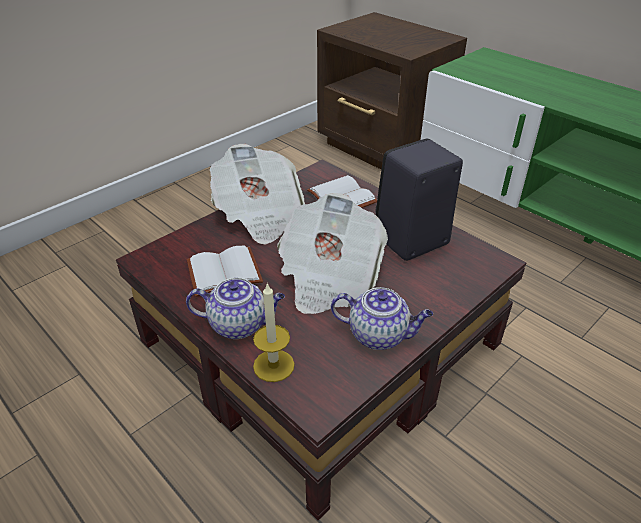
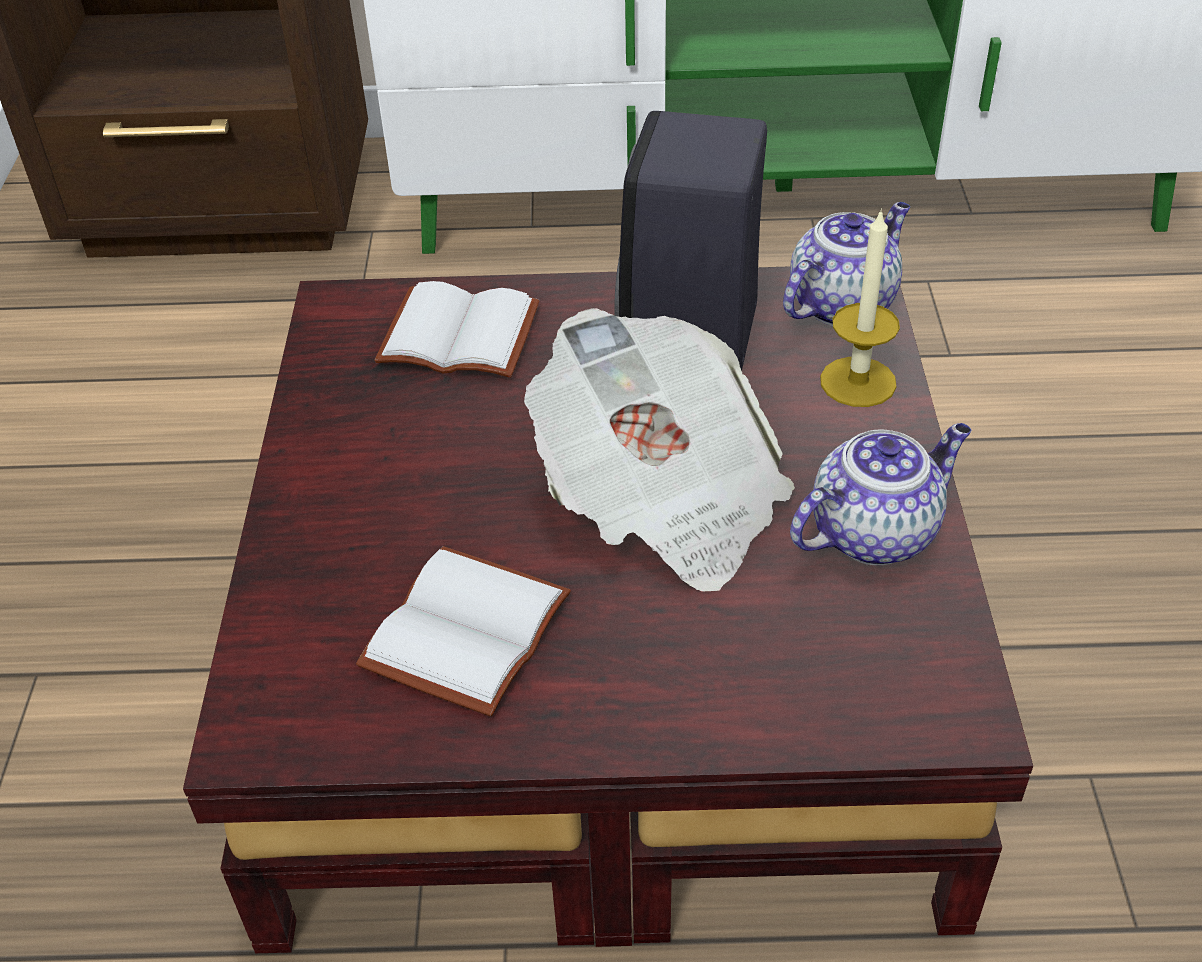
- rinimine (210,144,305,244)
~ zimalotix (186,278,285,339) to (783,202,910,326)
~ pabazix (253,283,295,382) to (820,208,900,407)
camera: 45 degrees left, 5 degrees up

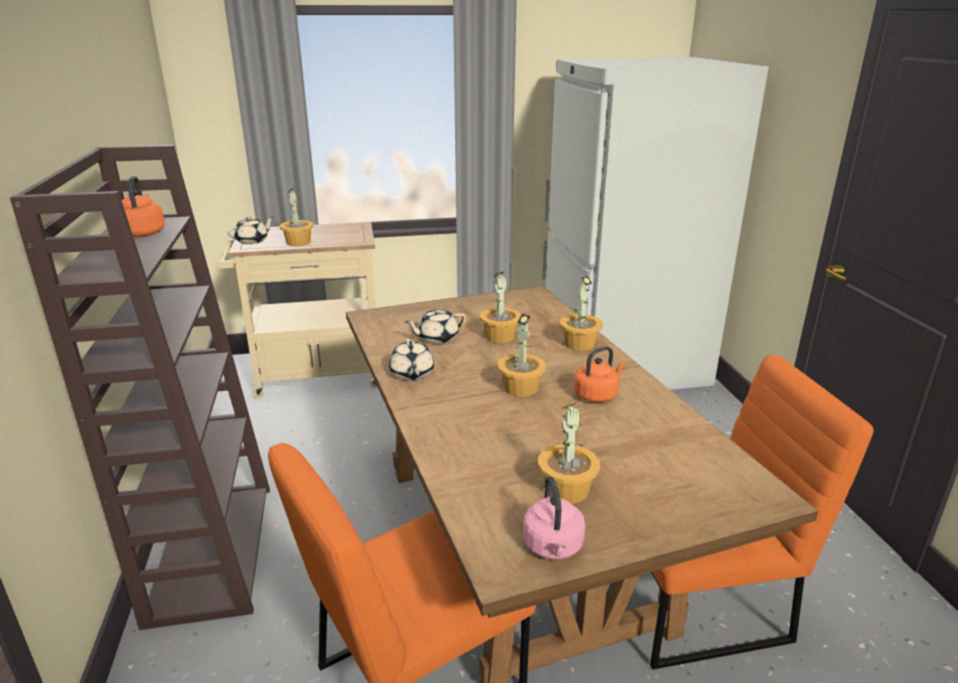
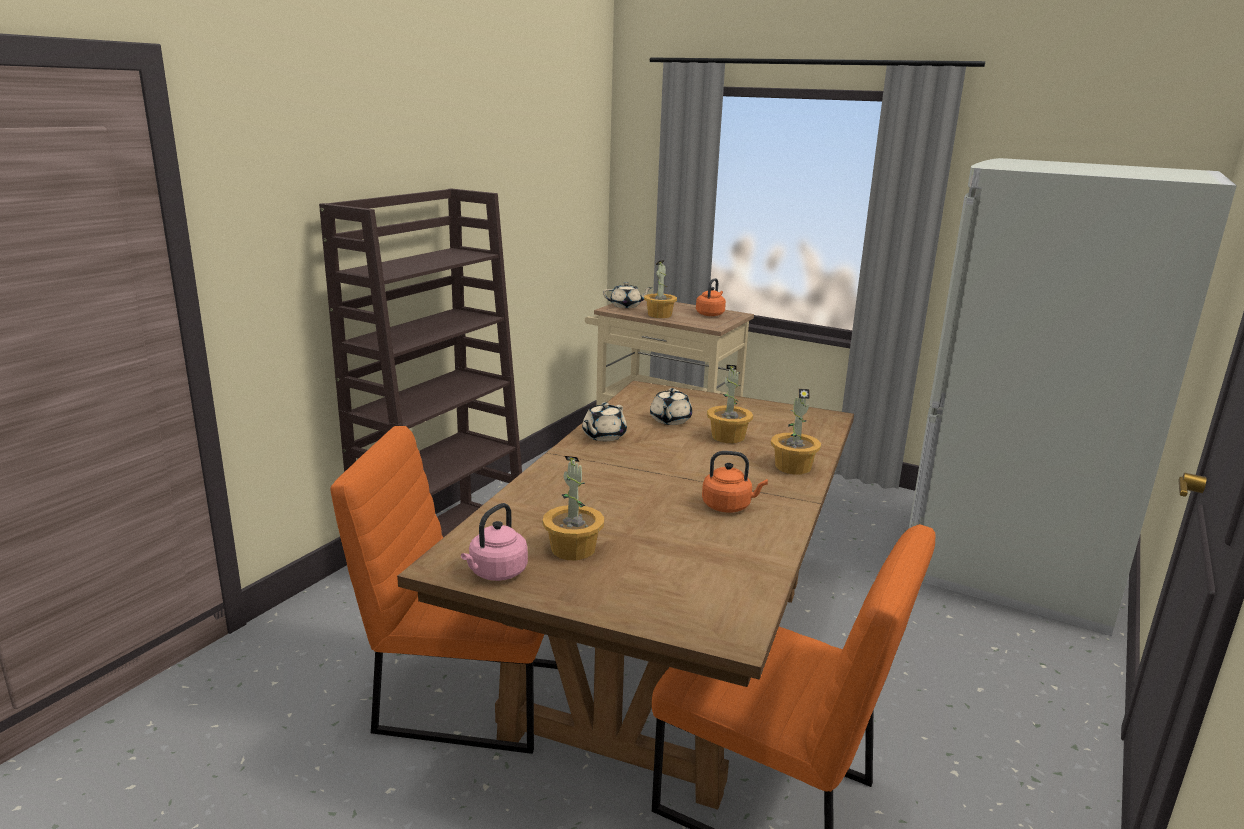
- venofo (497,313,546,397)
~ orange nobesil (122,176,165,237) to (696,278,726,316)
~ beige zimalotix (405,308,466,344) = (650,388,692,425) 90 degrees counterclockwise
camera: 40 degrees right, 5 degrees down

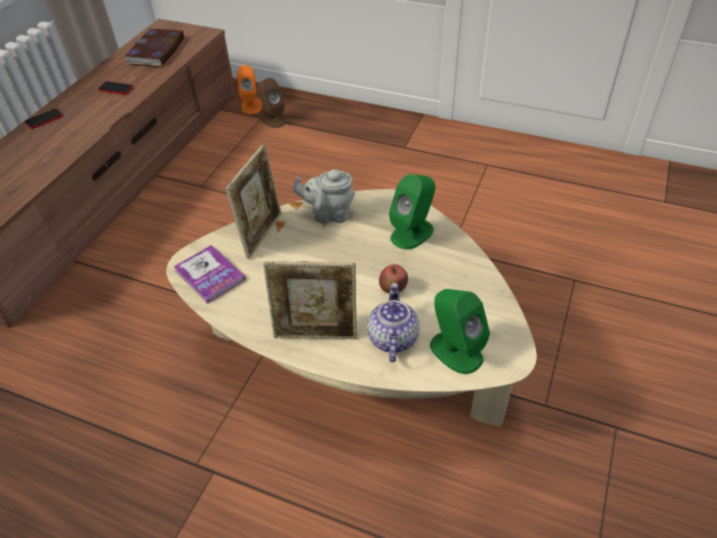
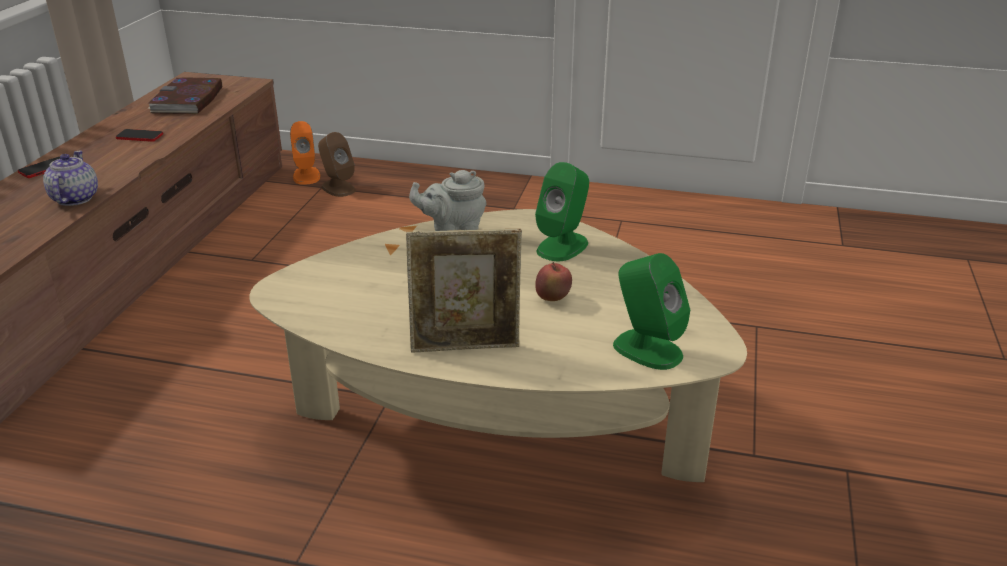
- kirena (174,245,246,304)
- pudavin (225,144,281,259)
~ zimalotix (367,283,420,362) to (43,151,98,206)
camera: 10 degrees left, 15 degrees down

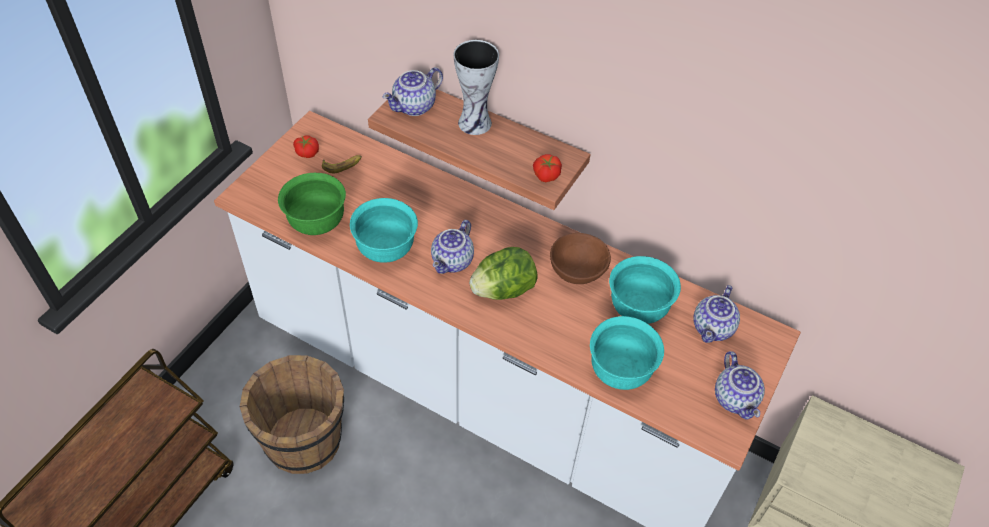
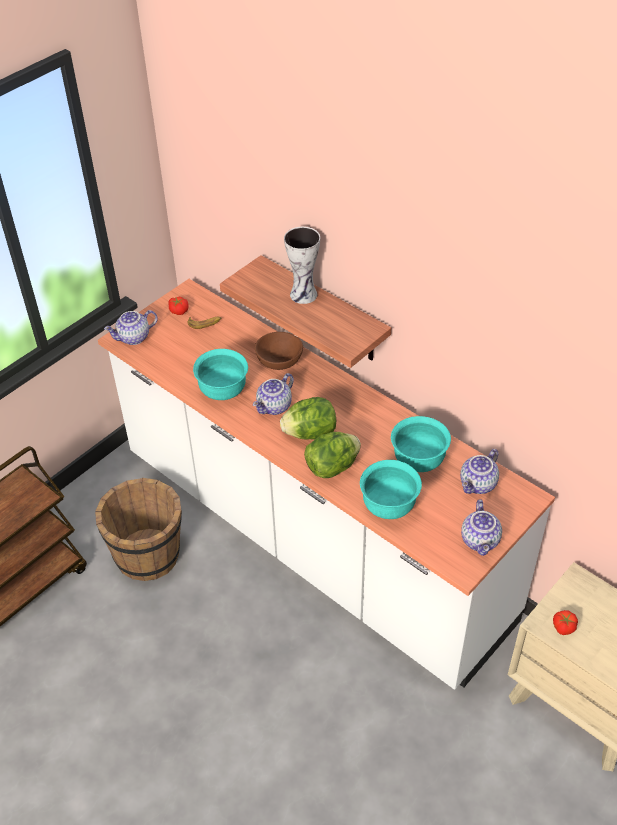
- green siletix (278,173,346,235)
+ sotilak (304,432,361,478)
~ zimalotix (382,67,443,116) to (104,310,158,345)
~ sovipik (533,154,562,182) to (553,610,578,635)
~ brown siletix (550,233,611,284) to (255,332,303,370)
camera: 15 degrees right, 5 degrees down

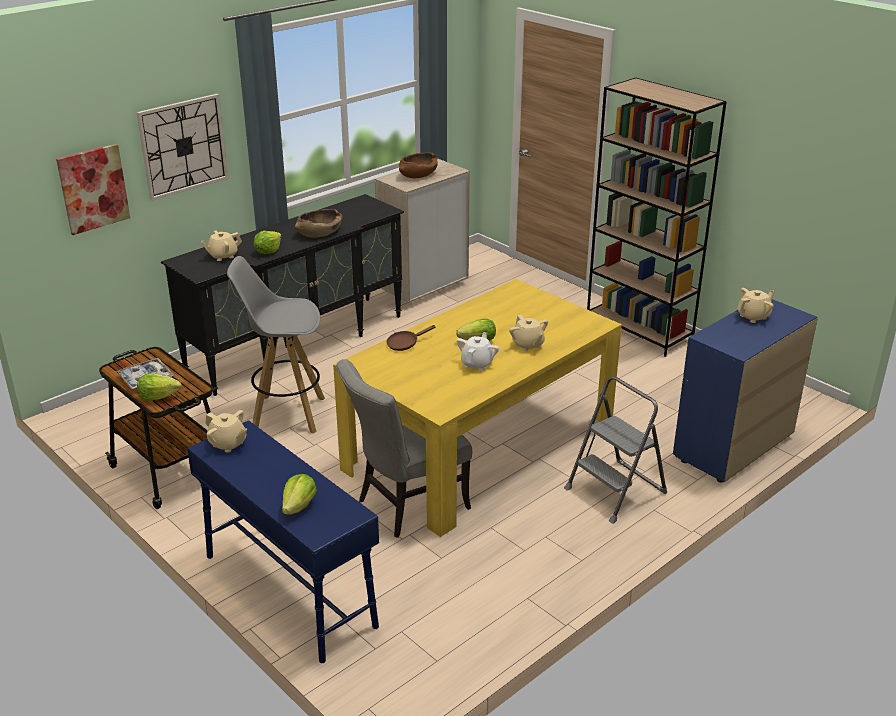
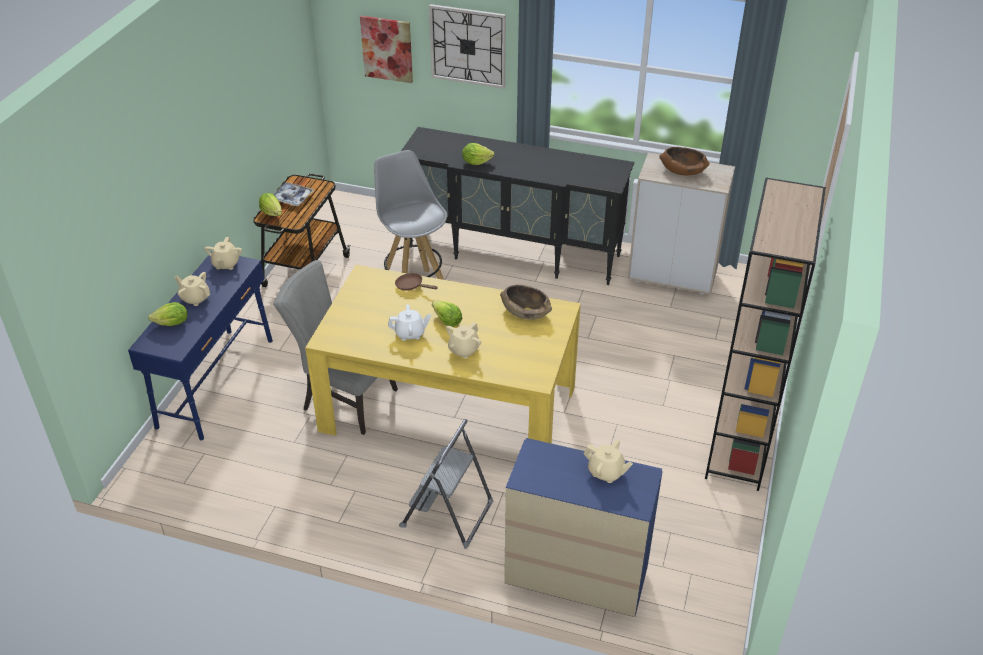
~ beige zimalotix (201,230,242,261) to (175,272,210,306)
~ brown siletix (295,209,342,238) to (500,285,552,320)
camera: 60 degrees right, 10 degrees up

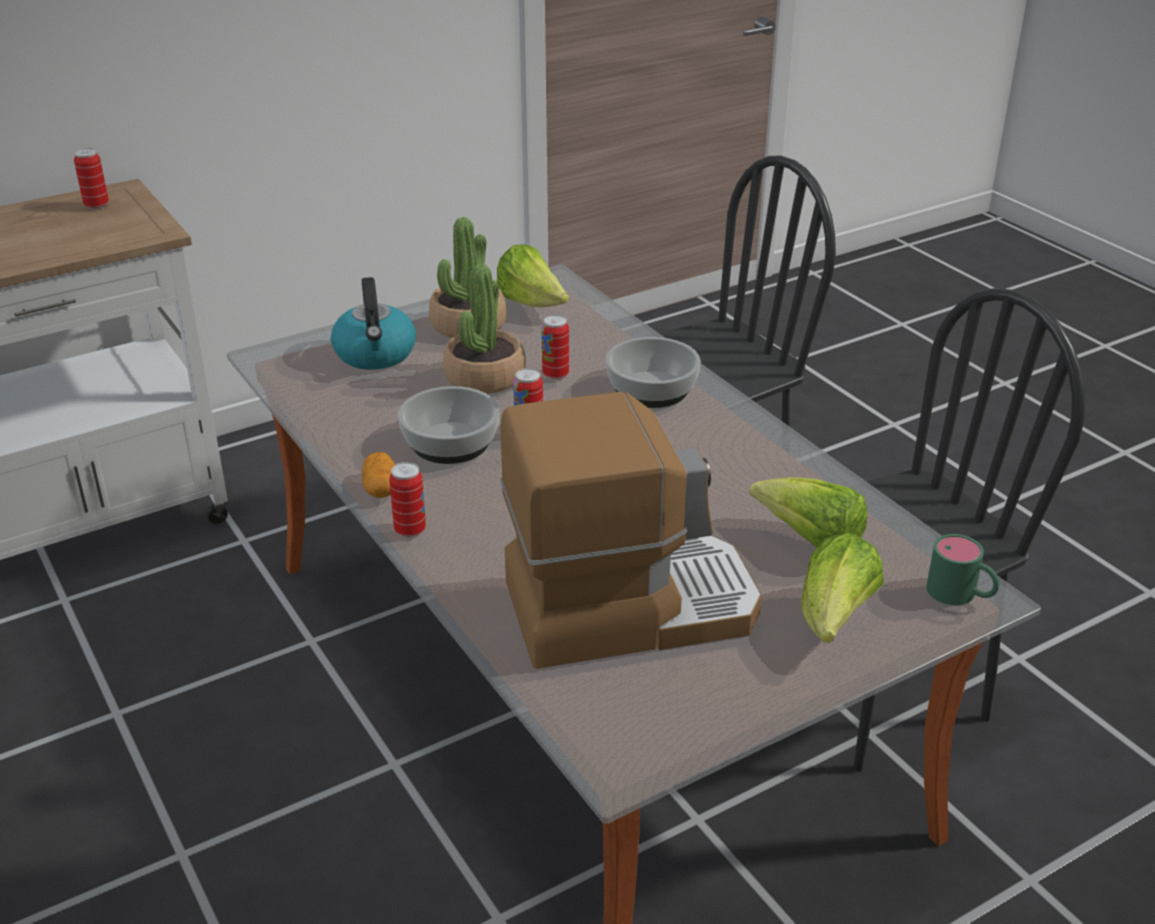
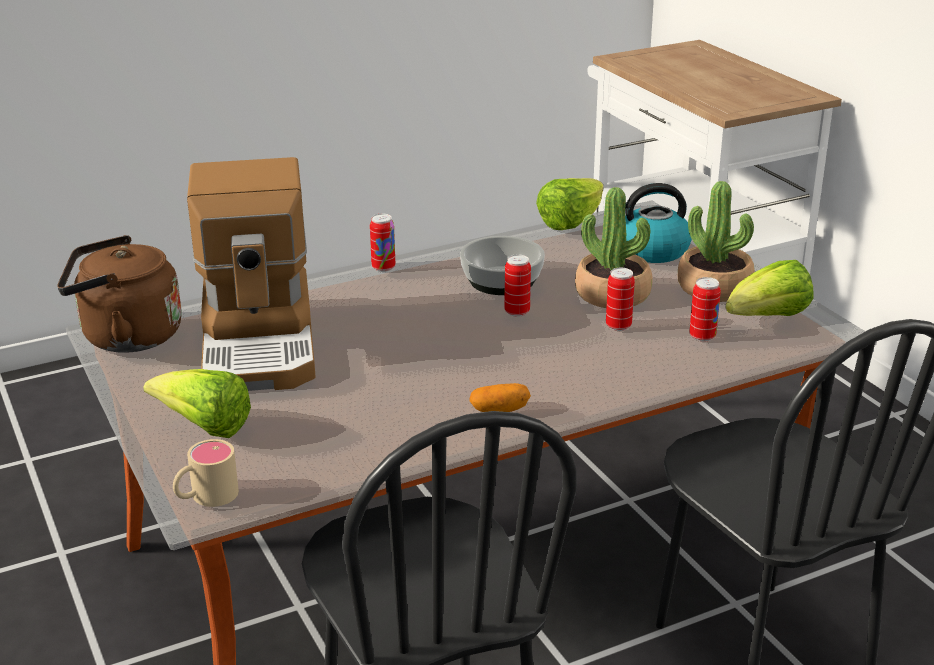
- siletix (606,337,701,408)
+ brown nobesil (57,235,182,352)
~ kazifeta (74,148,109,209) to (689,277,721,342)
~ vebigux (362,452,395,498) to (470,383,531,412)
~ sotilak (749,477,867,548) to (536,178,603,230)
~ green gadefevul (926,534,999,605) to beige gadefevul (173,439,239,507)
camera: 95 degrees right, 5 degrees down

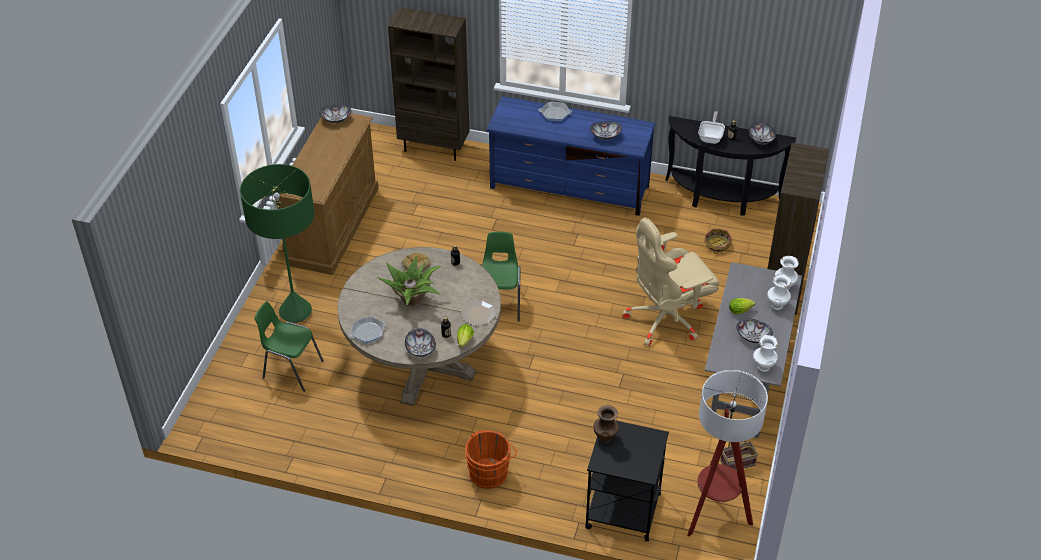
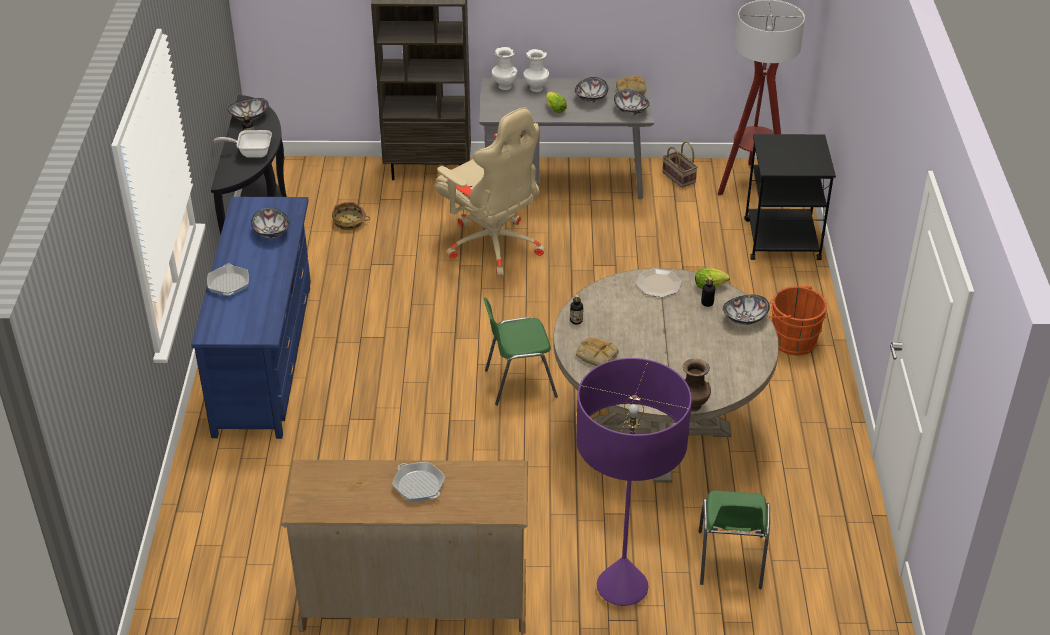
- venofo (377,256,442,306)
- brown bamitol (388,7,469,161)
~ siletix (319,105,352,123) to (614,89,650,115)
~ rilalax (349,316,386,343) to (392,462,445,502)
~ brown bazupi (594,405,619,443) to (683,359,711,411)
~ white bazupi (753,335,778,372) to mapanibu (616,76,646,94)
~ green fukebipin (240,164,314,323) to purple fukebipin (576,358,692,606)
camera: 105 degrees left, 5 degrees down

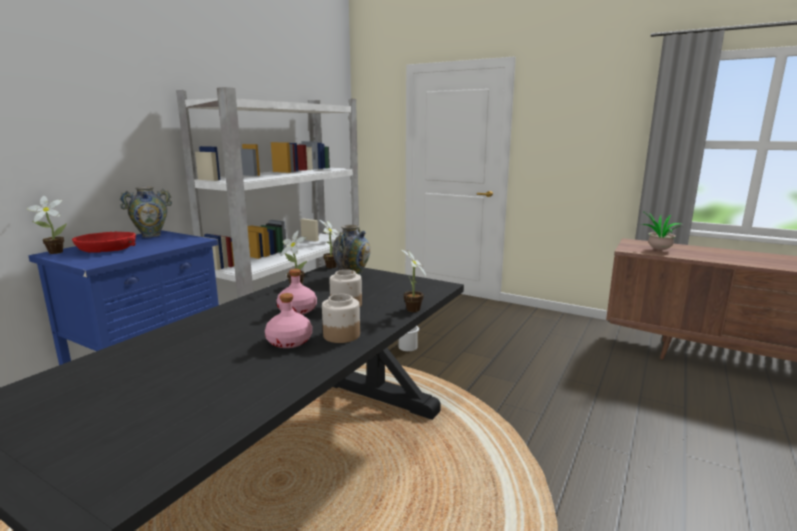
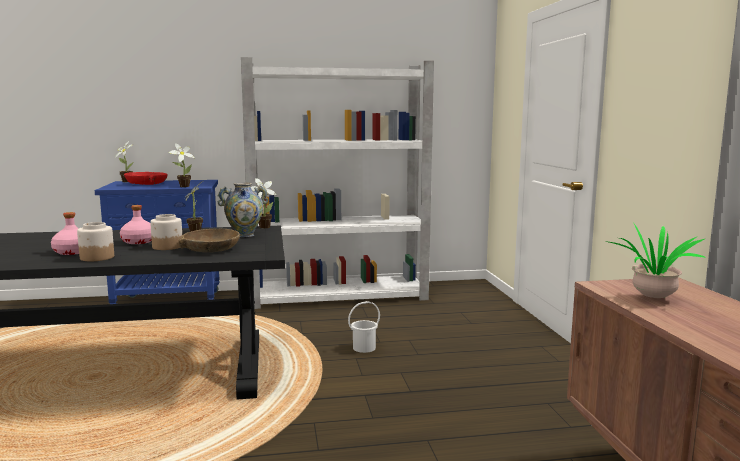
- bazupi (119,187,172,238)
+ brown siletix (178,229,240,252)
~ venofo (402,250,427,312) to (169,143,195,187)
camera: 50 degrees right, 5 degrees down

